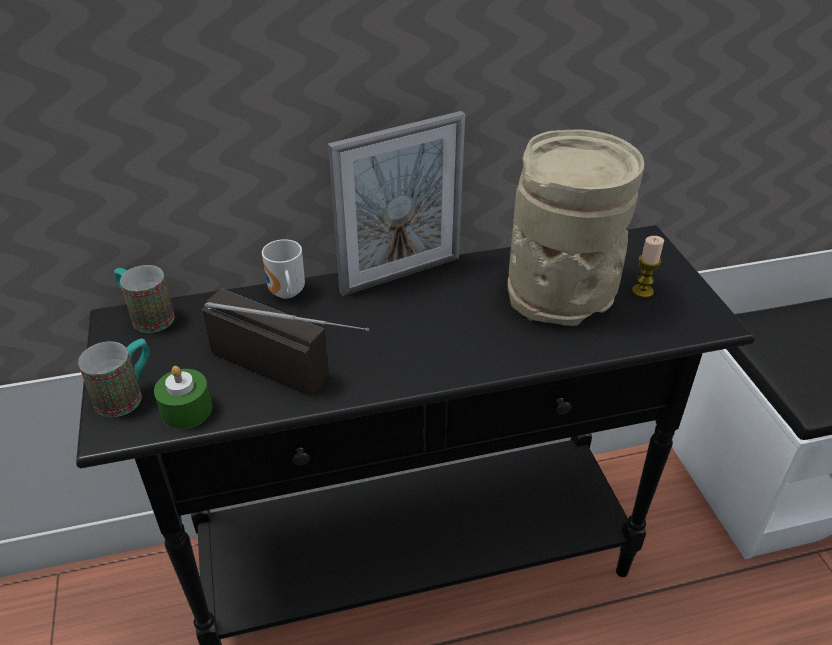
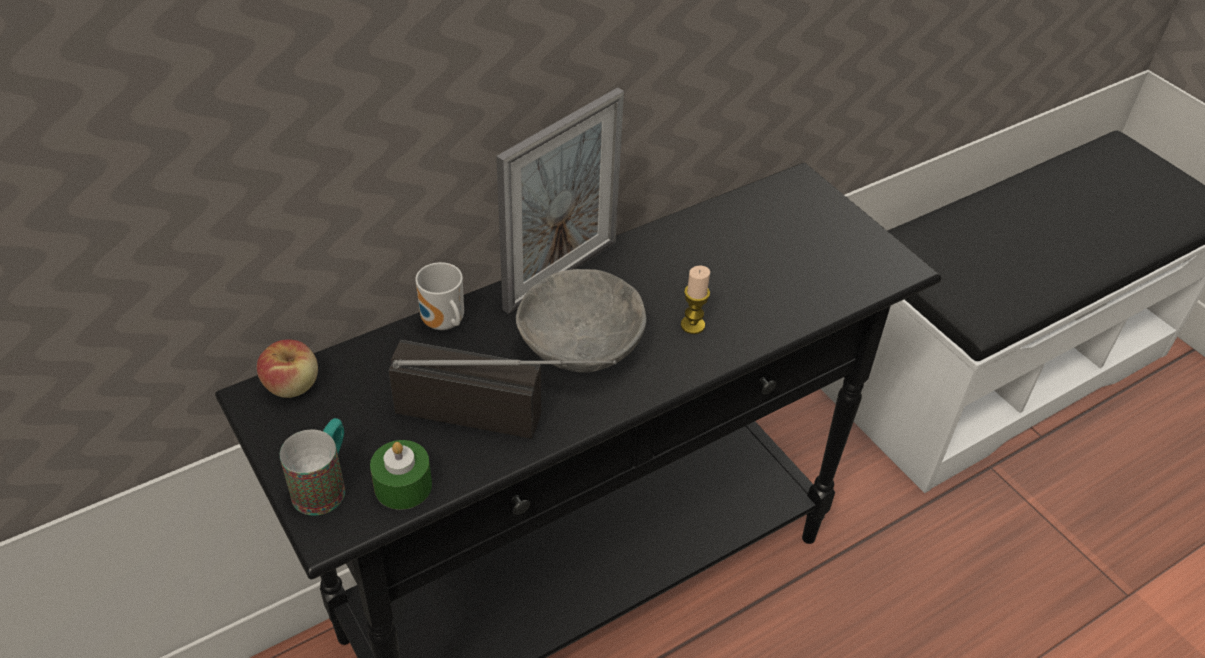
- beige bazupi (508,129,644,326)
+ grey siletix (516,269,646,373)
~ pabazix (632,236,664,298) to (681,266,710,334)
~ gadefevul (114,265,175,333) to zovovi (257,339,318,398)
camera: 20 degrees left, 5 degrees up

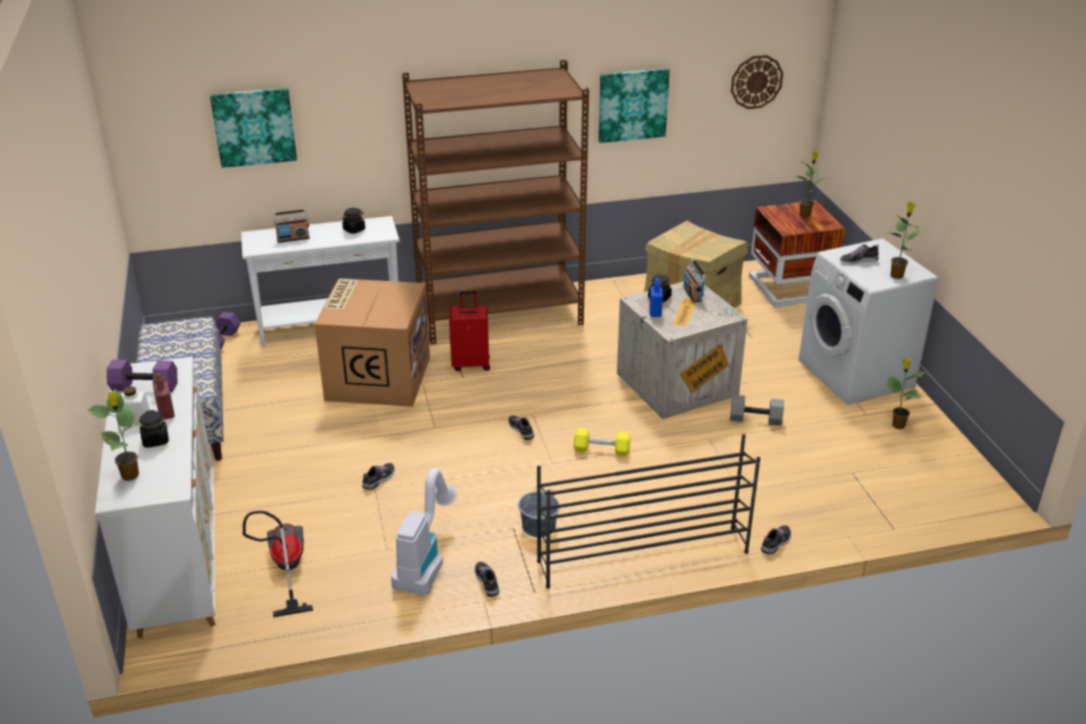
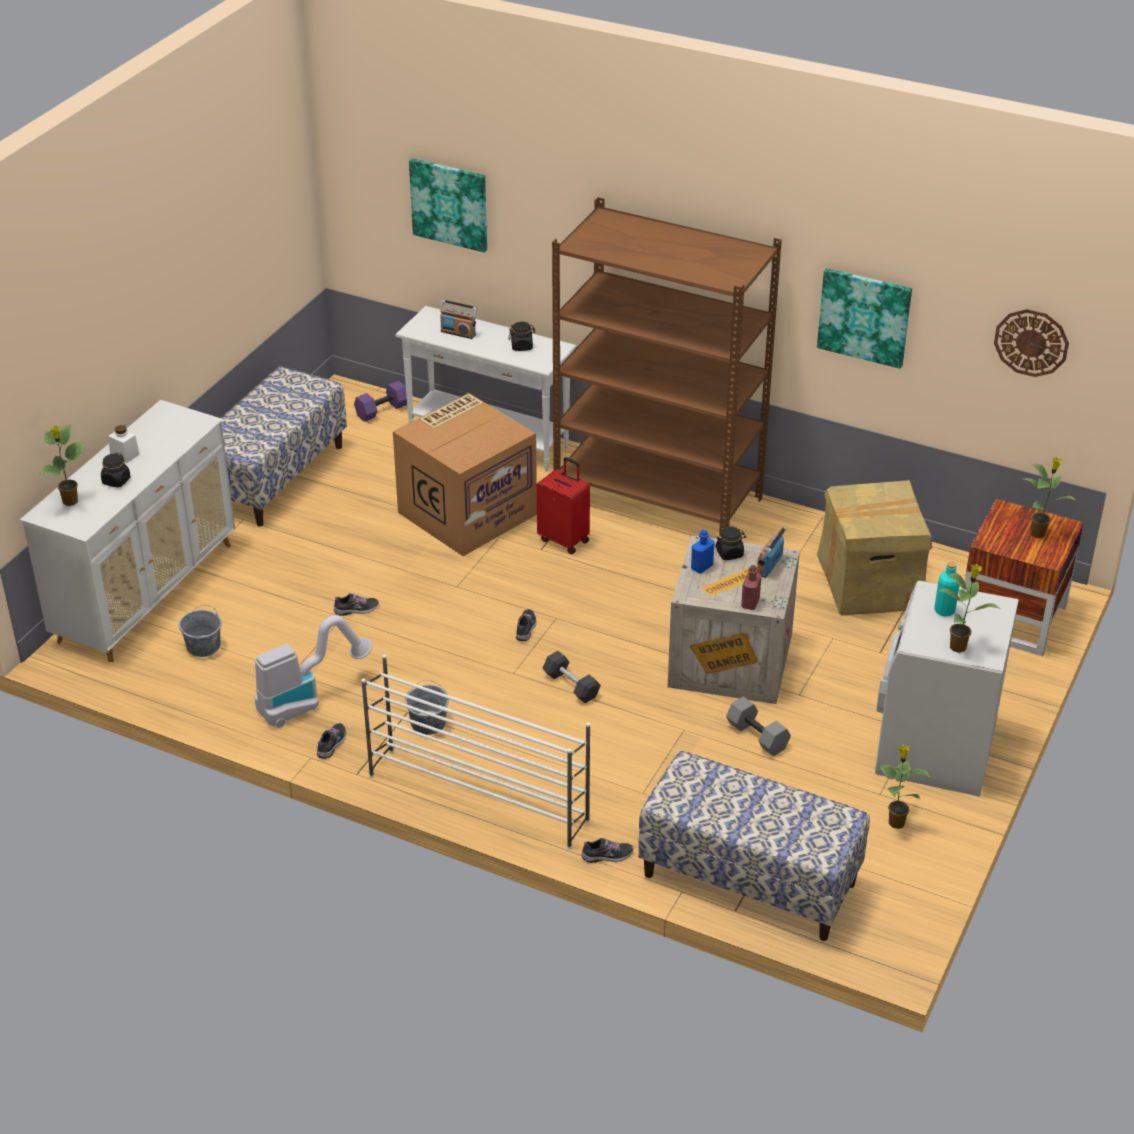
- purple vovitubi (107,360,177,392)
+ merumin (638,751,870,941)
~ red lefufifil (153,373,175,420) to (741,565,761,610)
~ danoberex (242,511,313,617) to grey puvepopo (179,605,222,657)
~ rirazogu (840,244,879,265) to turquoise lefufifil (934,561,960,617)
~ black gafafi (537,434,760,589) to white gafafi (361,654,590,849)
~ yellow vovitubi (574,428,630,456) to black vovitubi (542,651,601,703)
camera: 40 degrees right, 5 degrees up

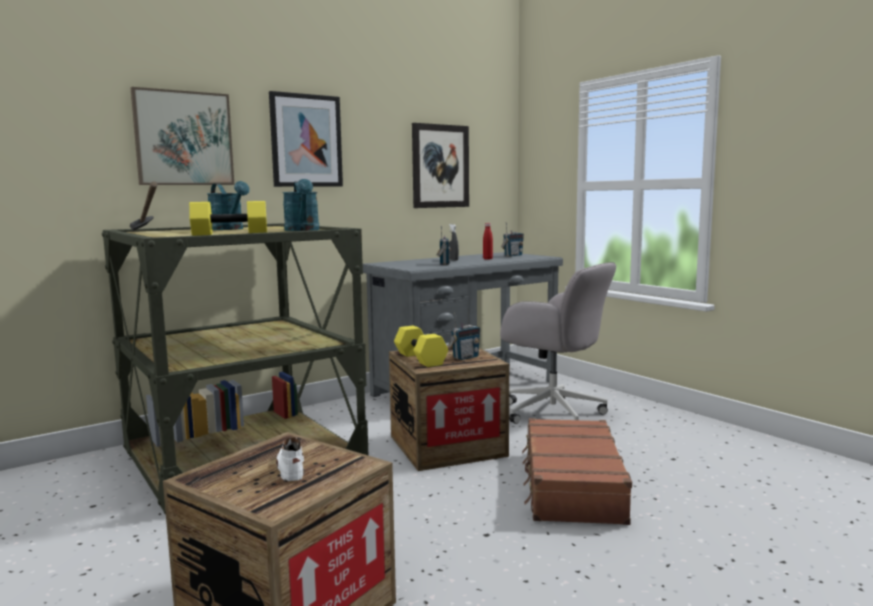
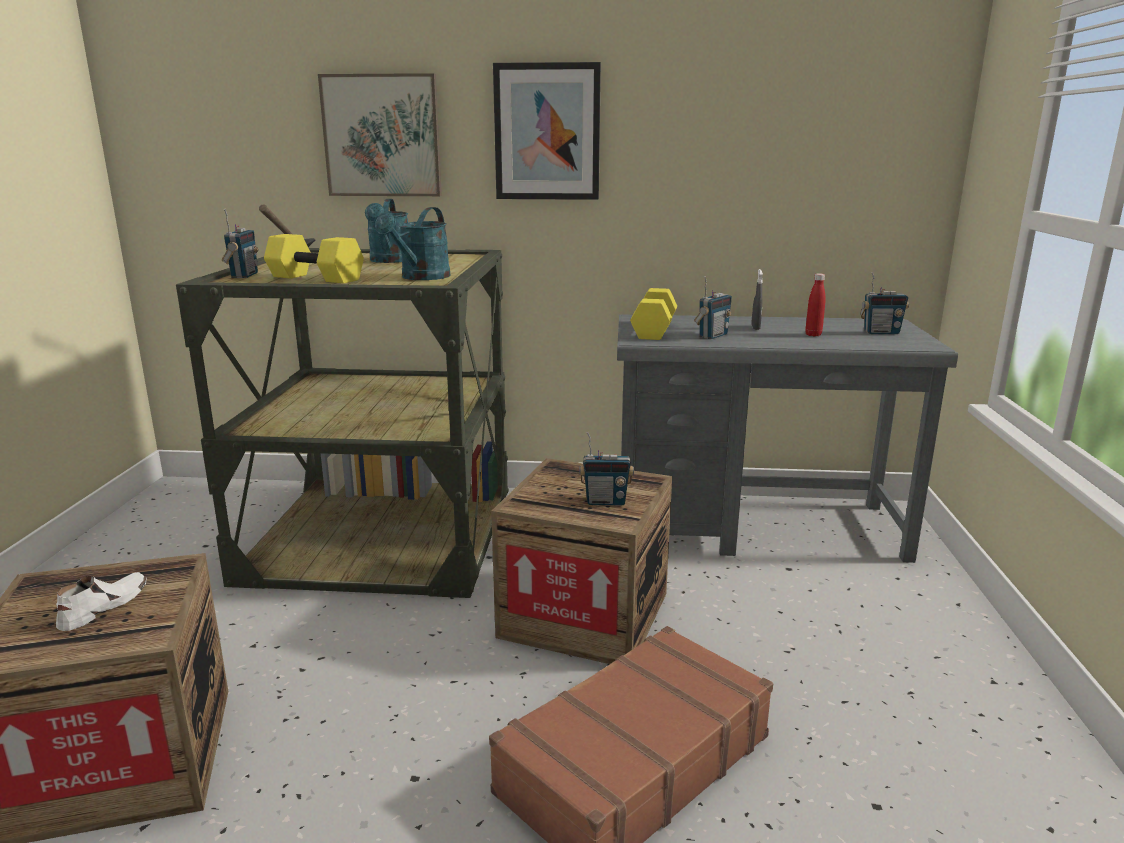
- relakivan (412,123,469,208)
- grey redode (500,262,616,424)
+ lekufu (222,209,258,278)
~ yellow vovitubi (394,326,448,367) to (630,288,677,340)
camera: 40 degrees right, 10 degrees up

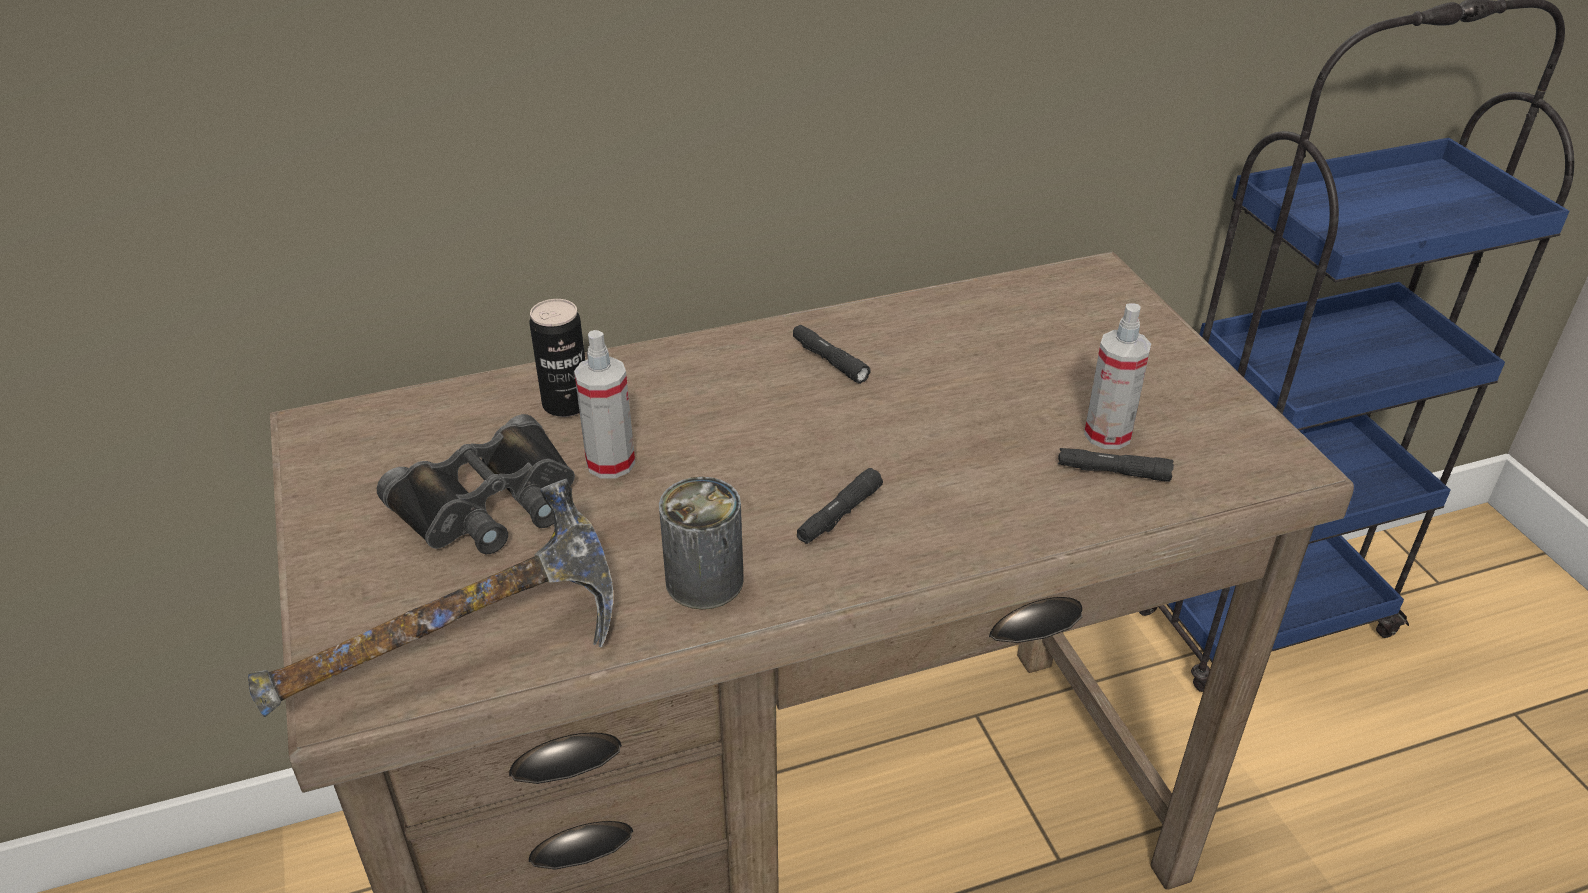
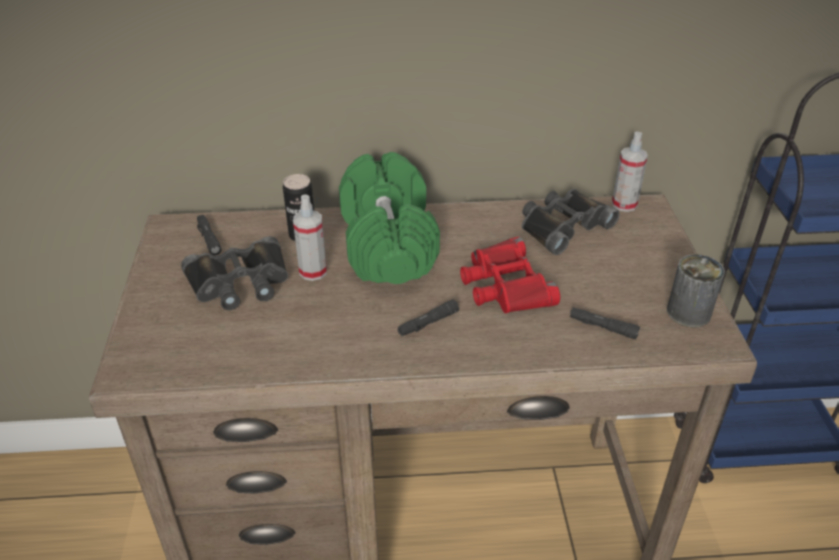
- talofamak (248,479,613,717)
+ green vovitubi (339,152,440,284)
+ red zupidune (460,237,560,314)
+ black zupidune (522,189,620,255)
~ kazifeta (659,477,744,609) to (667,254,725,327)
~ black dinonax (793,325,871,384) to (197,215,222,255)
~ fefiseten (1084,303,1151,449) to (612,132,648,212)
camera: 15 degrees right, 0 degrees up

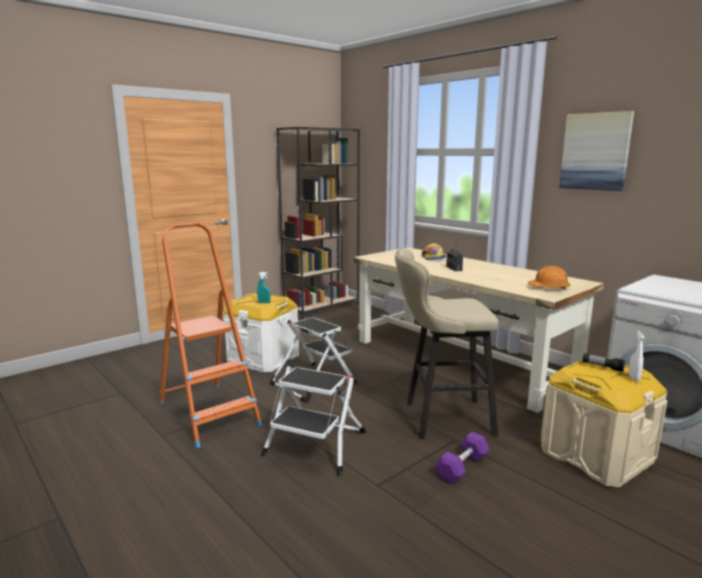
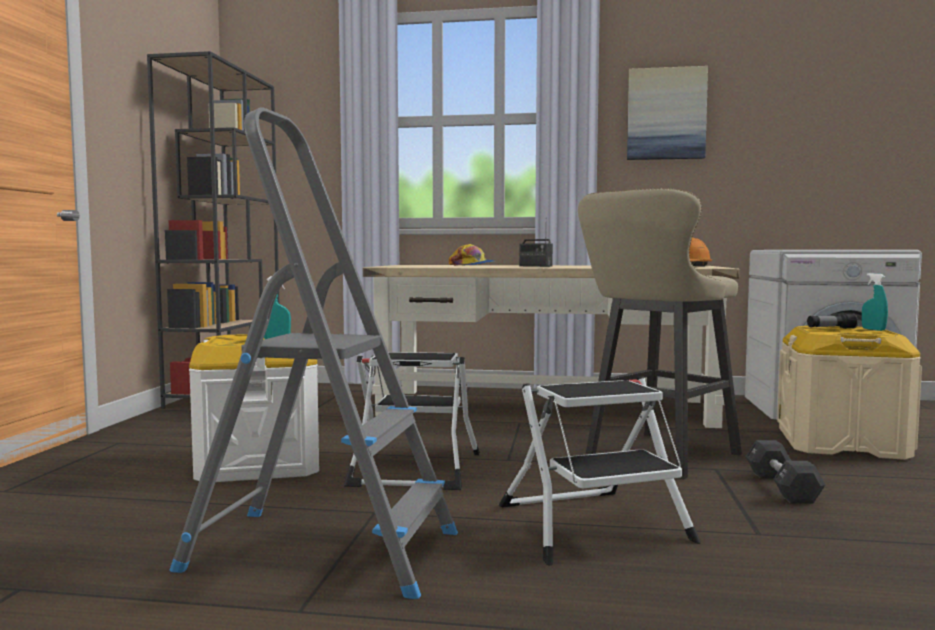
~ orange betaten (159,223,262,448) to grey betaten (169,107,458,599)
~ purple vovitubi (435,432,490,484) to black vovitubi (746,440,826,504)
~ white fefiseten (629,331,644,382) to turquoise fefiseten (862,273,888,331)
camera: 40 degrees left, 10 degrees down

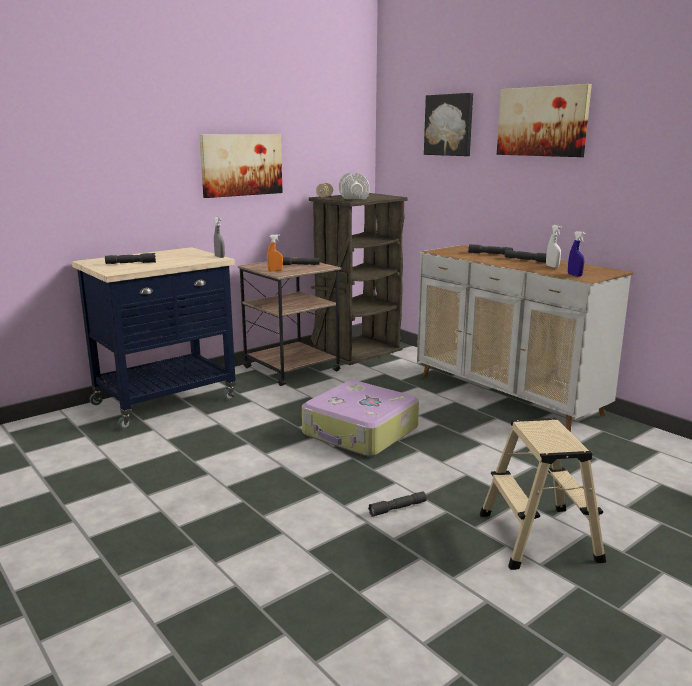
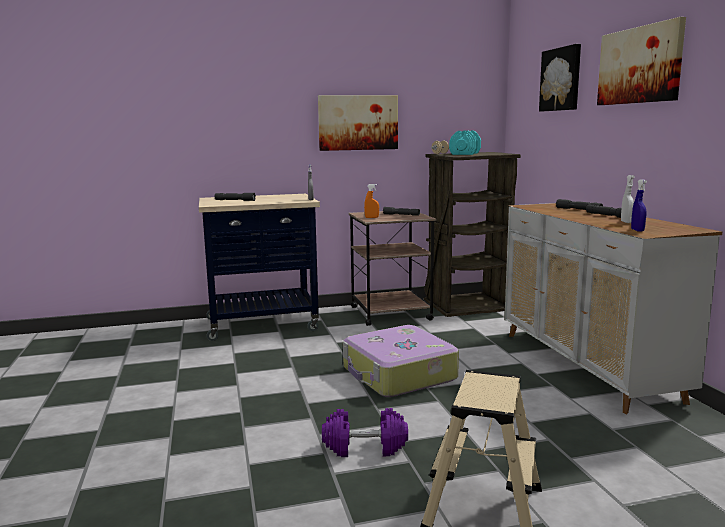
~ grey dinonax (368,492,427,517) to purple vovitubi (322,408,408,457)
~ white vovitubi (339,172,369,199) to turquoise vovitubi (449,130,481,155)
camera: 25 degrees right, 5 degrees down

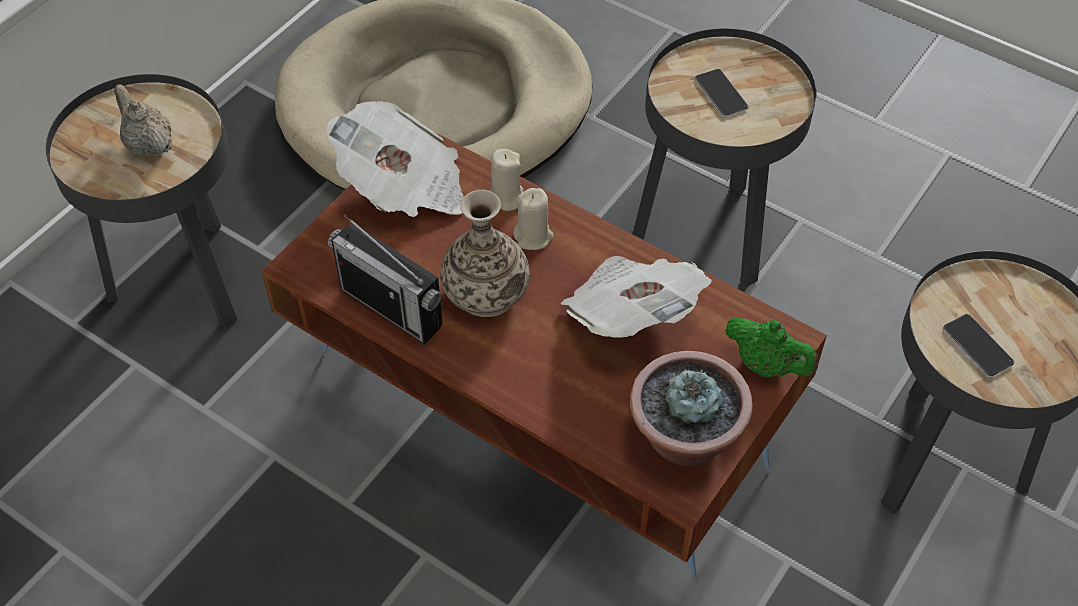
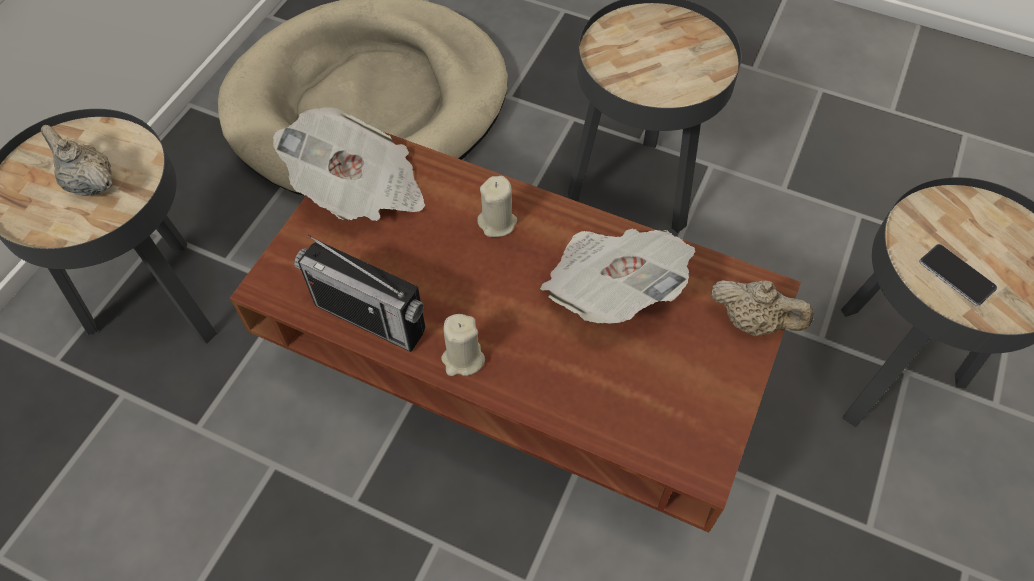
- bazupi (440,190,530,317)
- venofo (630,351,753,467)
- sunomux (695,69,748,117)
~ beige pabazix (489,149,523,211) to (441,314,485,376)
~ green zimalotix (725,317,818,377) to beige zimalotix (711,280,814,336)
camera: 10 degrees left, 5 degrees up

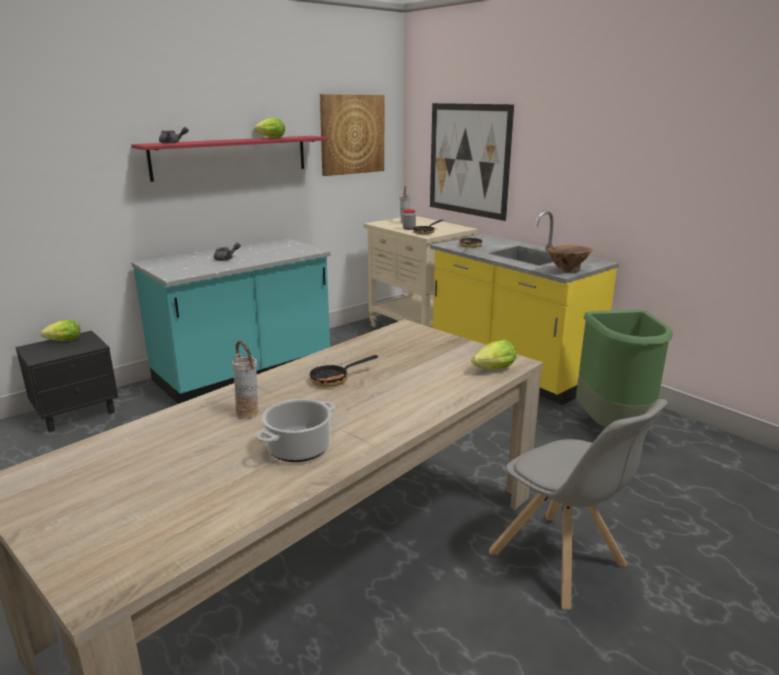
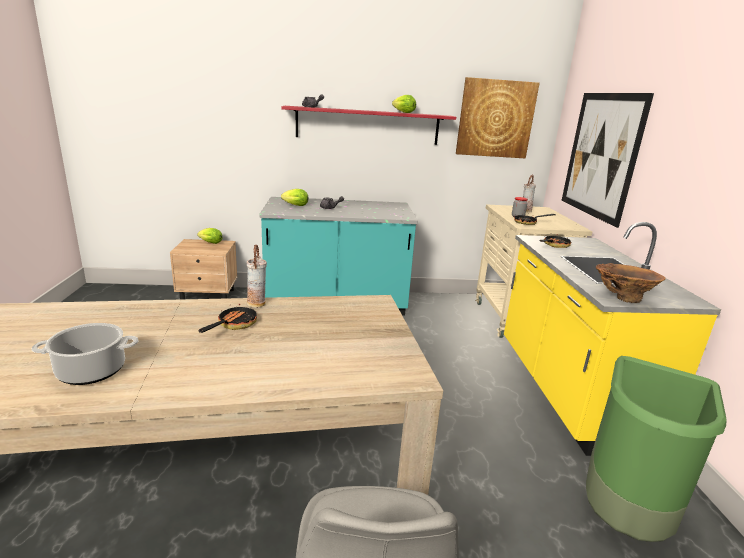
~ bazupi (232,341,259,419) to (247,245,267,308)
~ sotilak (472,340,516,370) to (281,189,308,206)
~ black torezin (15,331,118,432) to beige torezin (170,239,237,300)
~ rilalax (310,355,378,387) = (199,304,257,333) 105 degrees clockwise
camera: 35 degrees right, 0 degrees up

